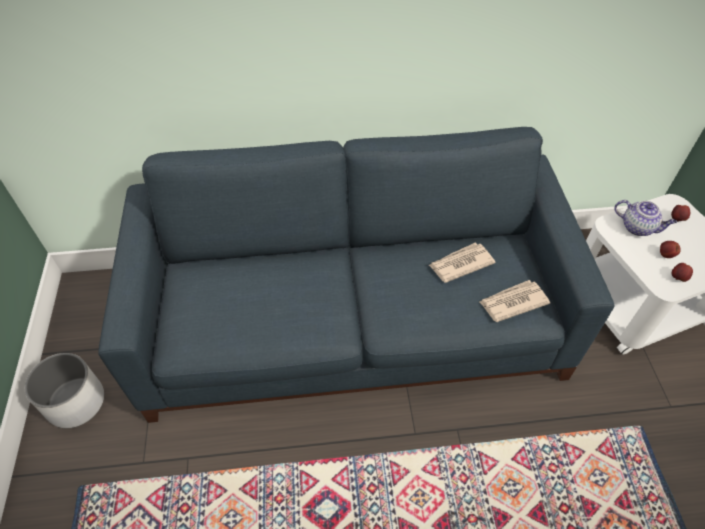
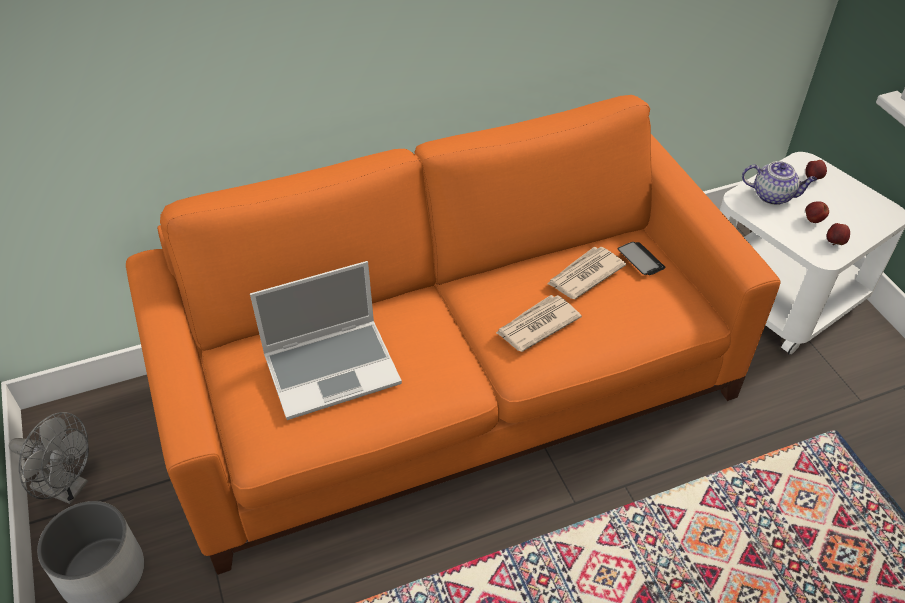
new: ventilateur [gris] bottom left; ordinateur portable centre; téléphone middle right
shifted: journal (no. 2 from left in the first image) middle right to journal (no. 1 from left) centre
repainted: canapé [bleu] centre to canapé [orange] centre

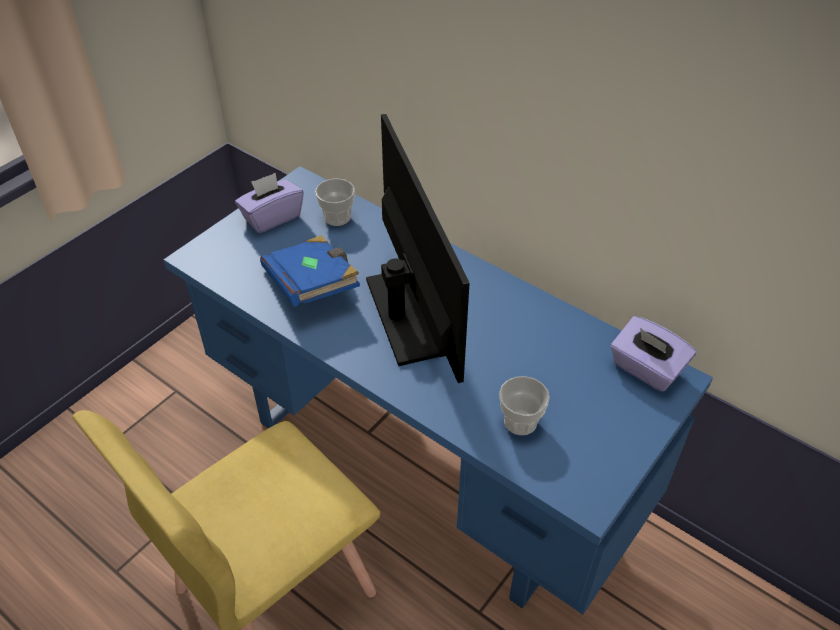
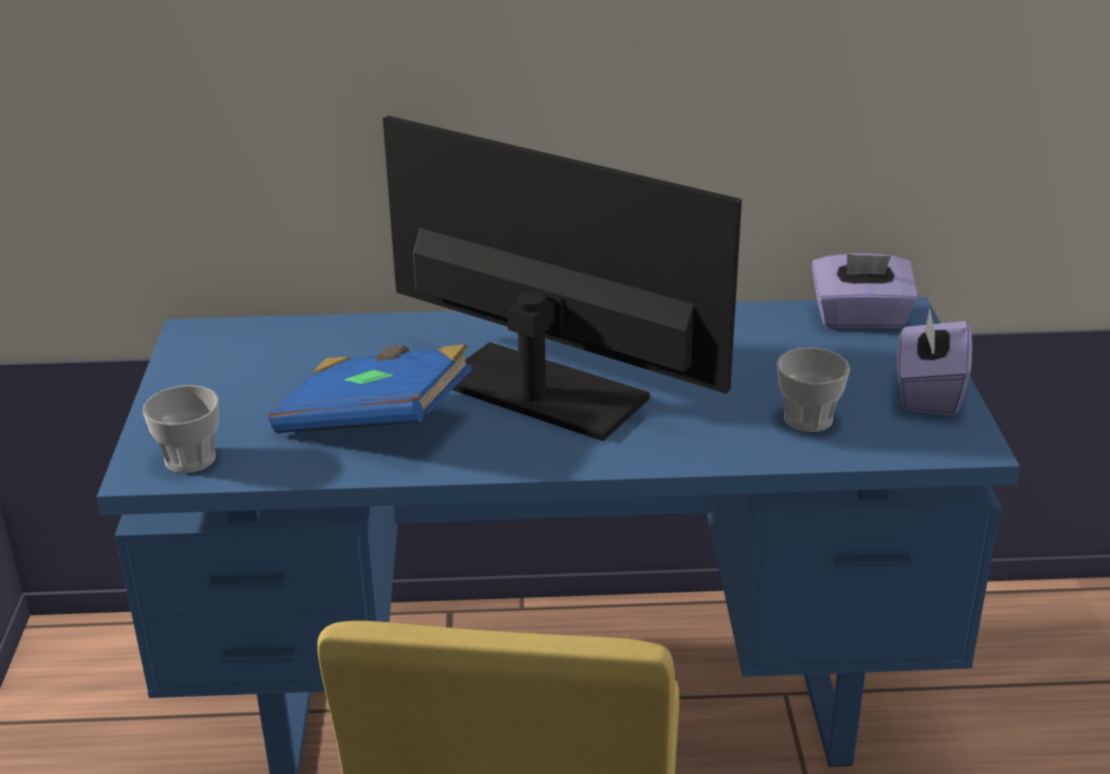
shifted: boîte à mouchoirs [violet] (no. 1 from left in the first image) top left to boîte à mouchoirs [violet] (no. 2 from left) middle right; tasse (no. 1 from left) top centre to middle left

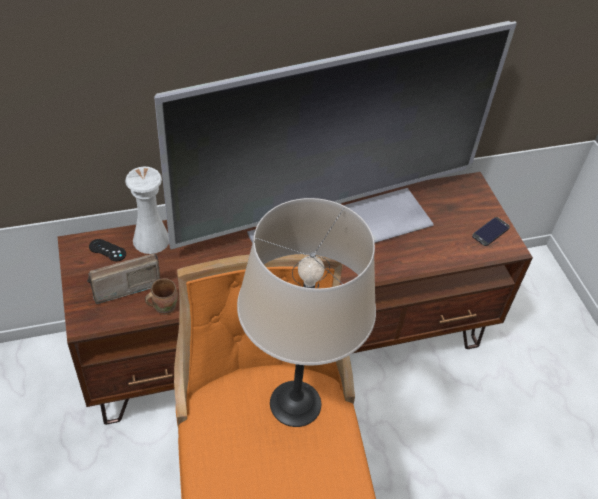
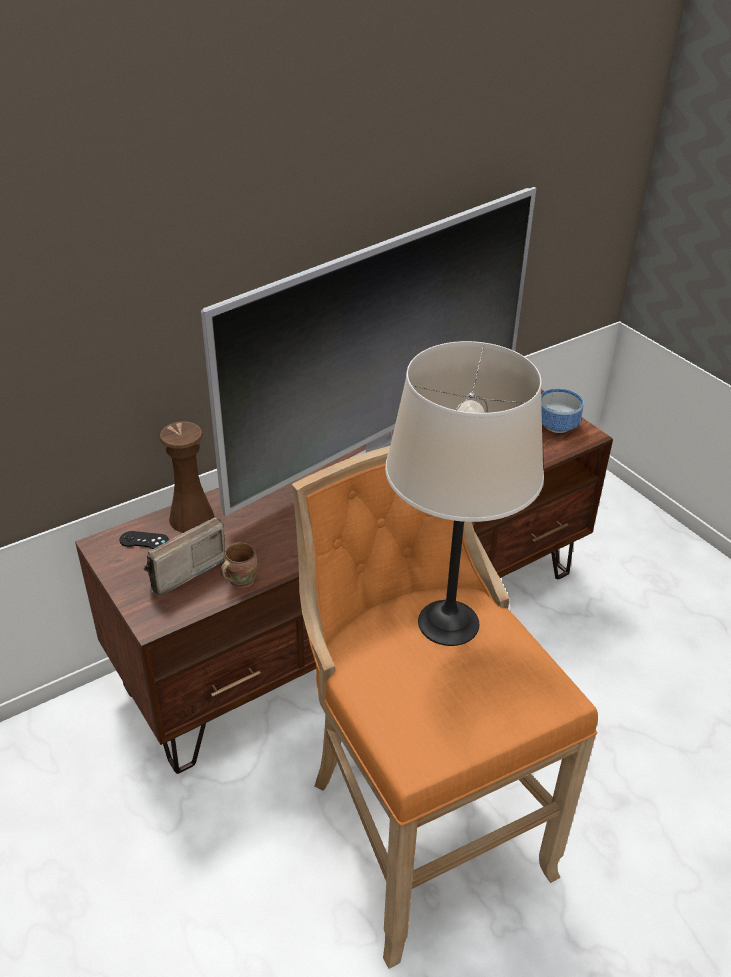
swapped: téléphone middle right to bol middle right
repainted: vase [blanc] middle left to vase [marron] middle left

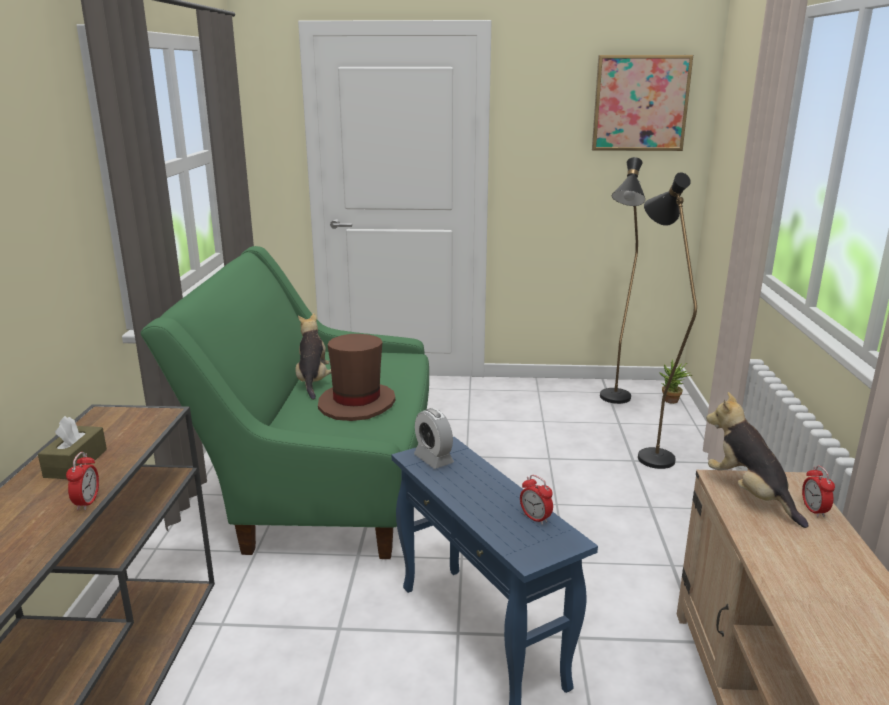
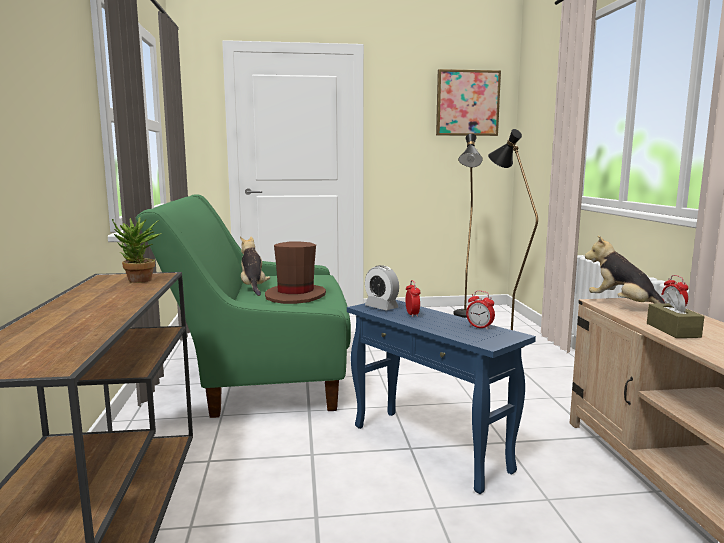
shifted: boîte à mouchoirs [marron] middle left to middle right; réveil (no. 1 from left in the first image) bottom left to réveil (no. 2 from left) centre; plante en pot middle right to middle left

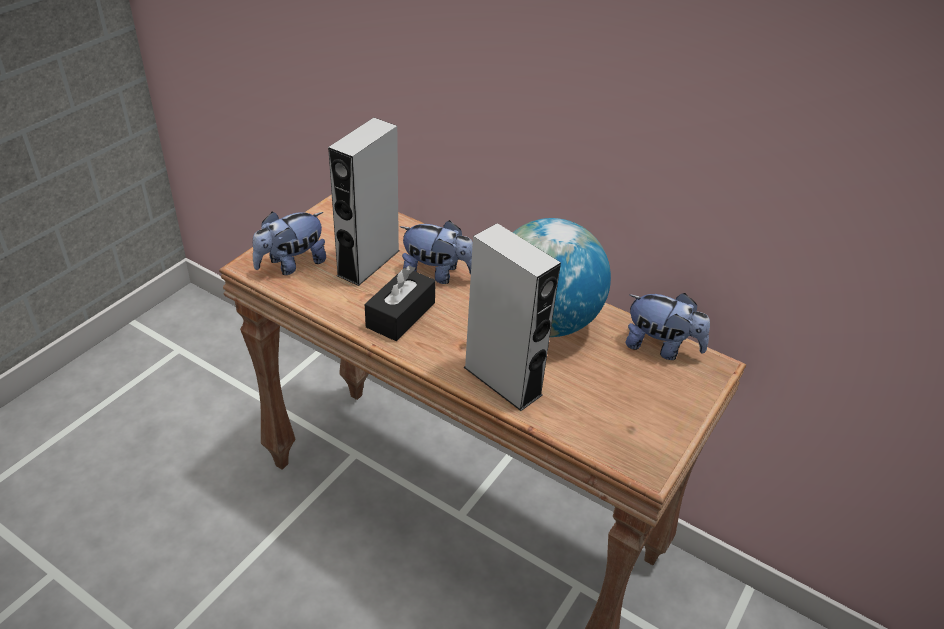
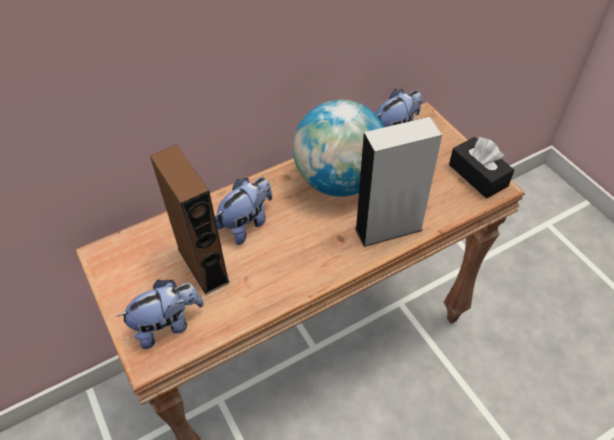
shifted: boîte à mouchoirs [noir] centre to middle right
repainted: enceinte [gris] (no. 1 from left) top centre to enceinte [marron] middle left
rotated: peluche (no. 1 from left) middle left = bottom left 105 degrees counterclockwise

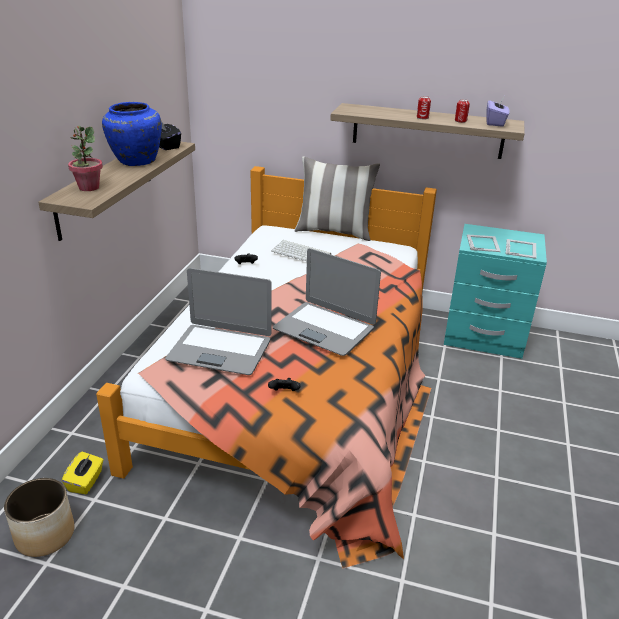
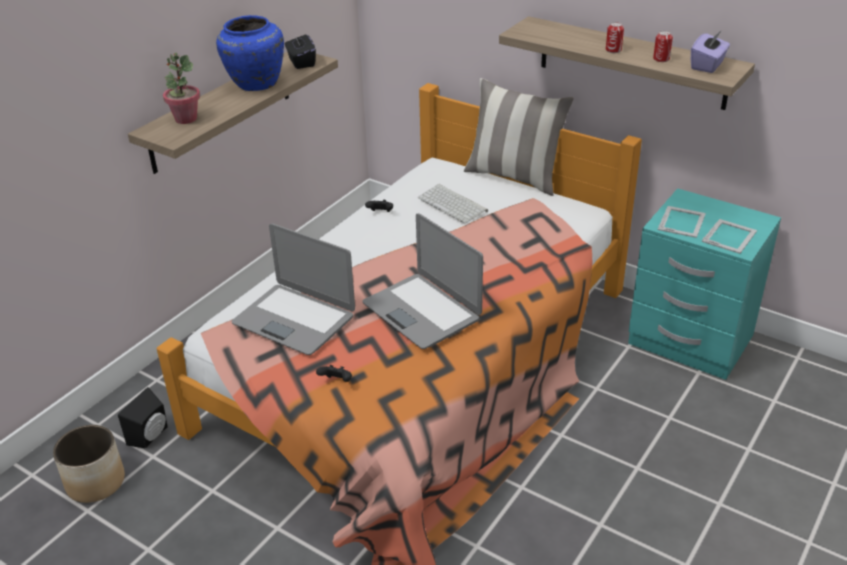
swapped: boîte à mouchoirs [jaune] bottom left to enceinte [noir] bottom left

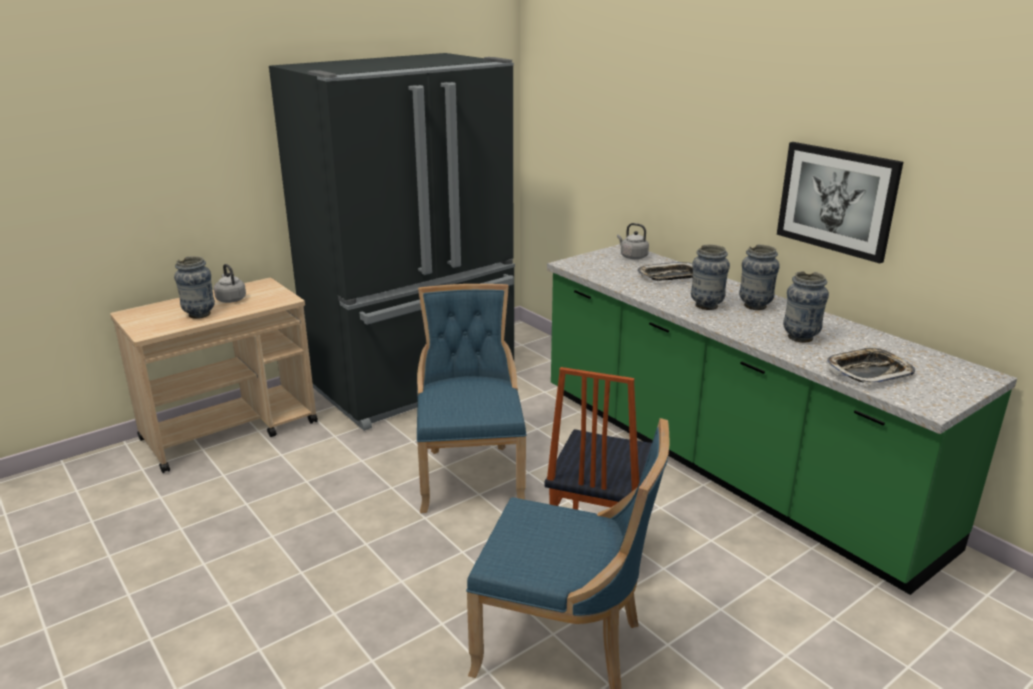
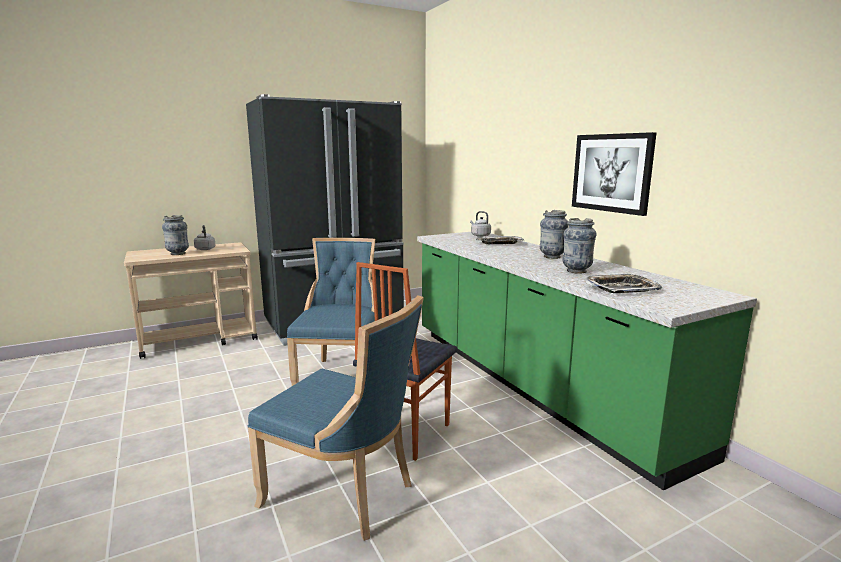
gone: vase (no. 2 from left) middle right

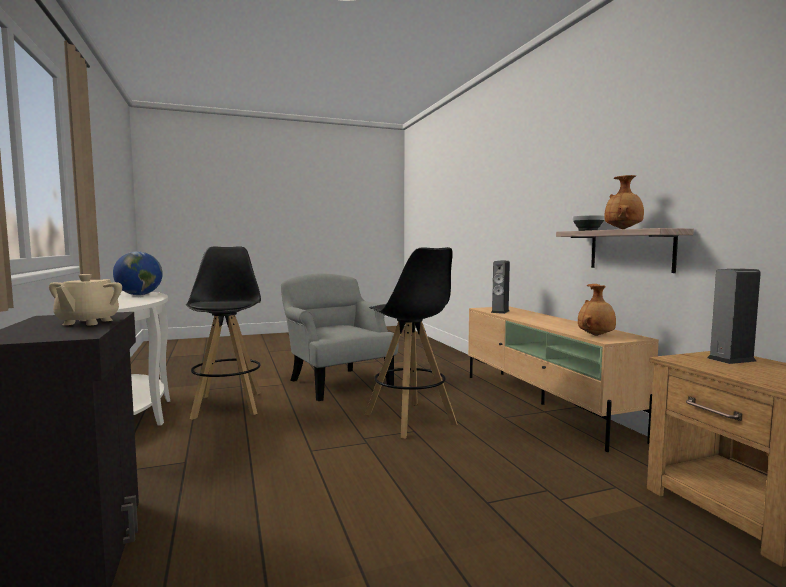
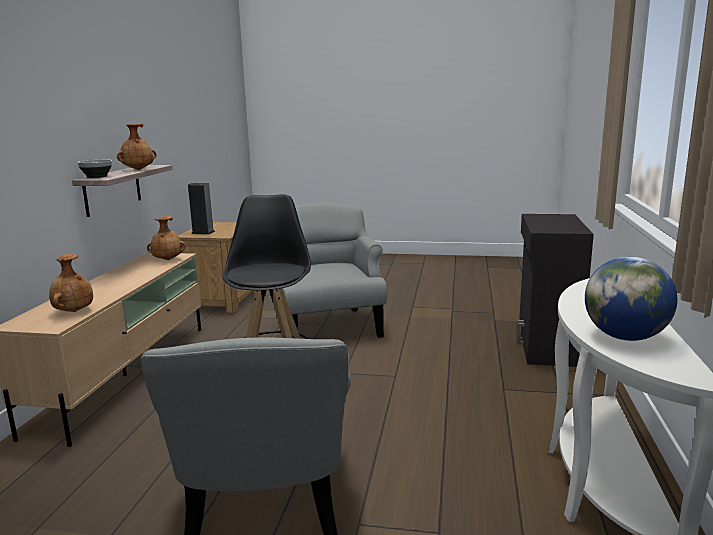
gone: théière [beige] middle left; tabouret [noir] (no. 1 from left) middle left
new: fauteuil [gris] (no. 2 from left) centre
swapped: enceinte (no. 1 from left) centre to vase [marron] (no. 1 from left) middle left

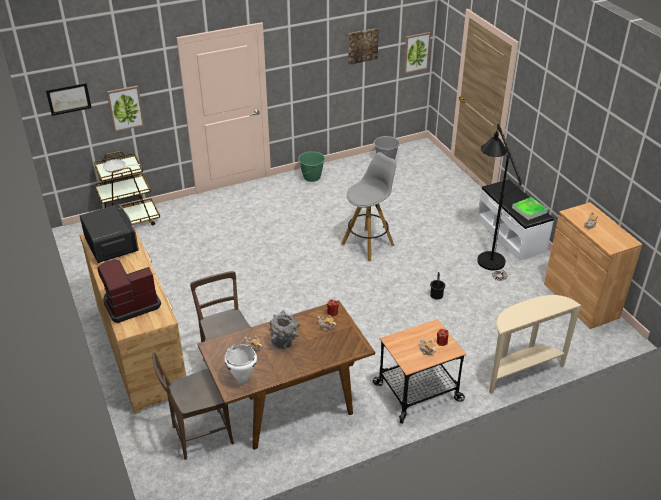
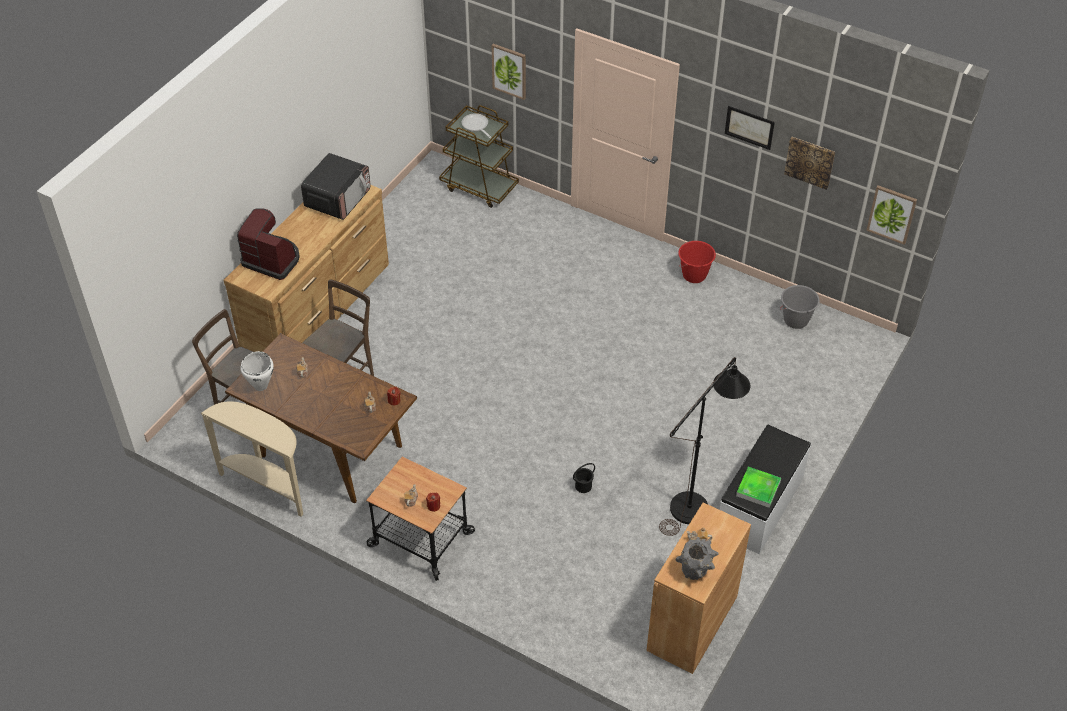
gone: tabouret [gris] centre
shifted: tableau (no. 1 from left in the first image) top left to tableau (no. 2 from left) top right; vase [gris] centre to bottom centre; table console [beige] bottom right to middle left
repainted: seau [vert] top centre to seau [rouge] centre

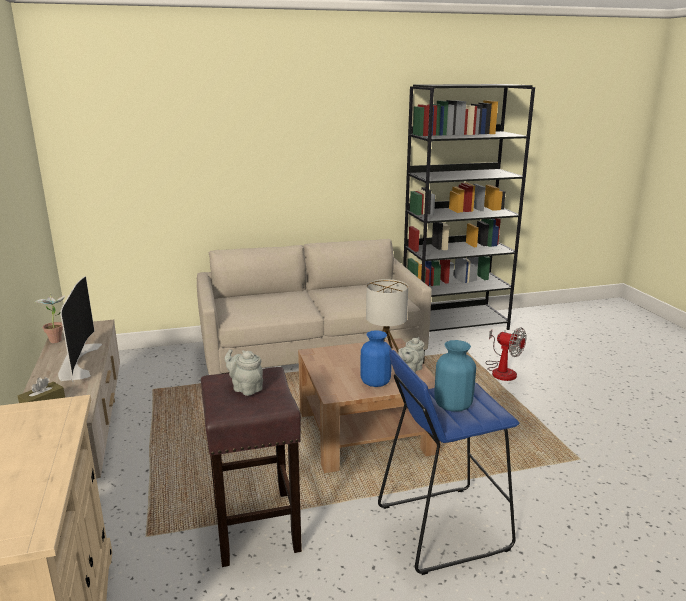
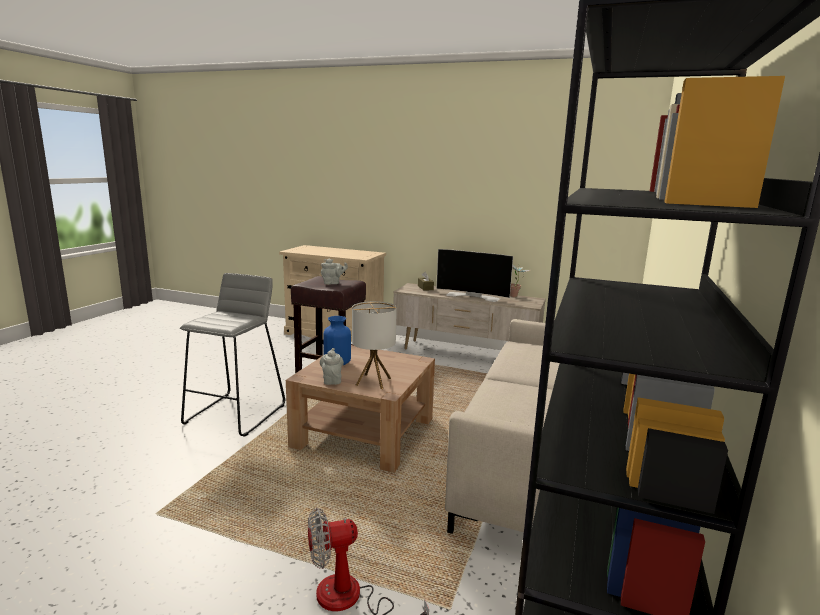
gone: vase [bleu] (no. 2 from left) centre
repainted: tabouret [bleu] bottom centre to tabouret [gris] middle left

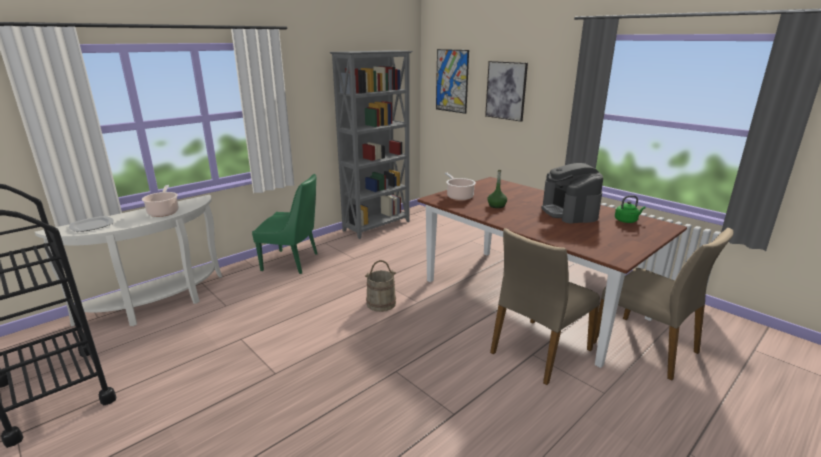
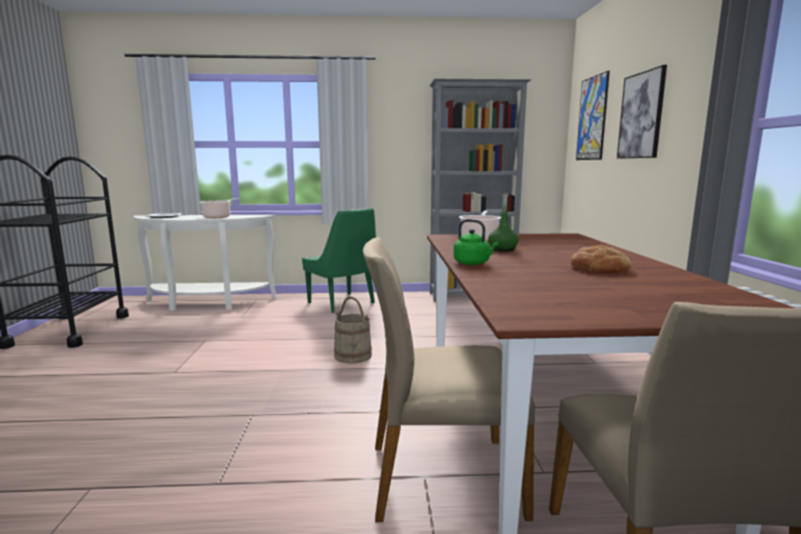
shifted: bouilloire [vert] middle right to centre
swapped: machine à café middle right to pain middle right

